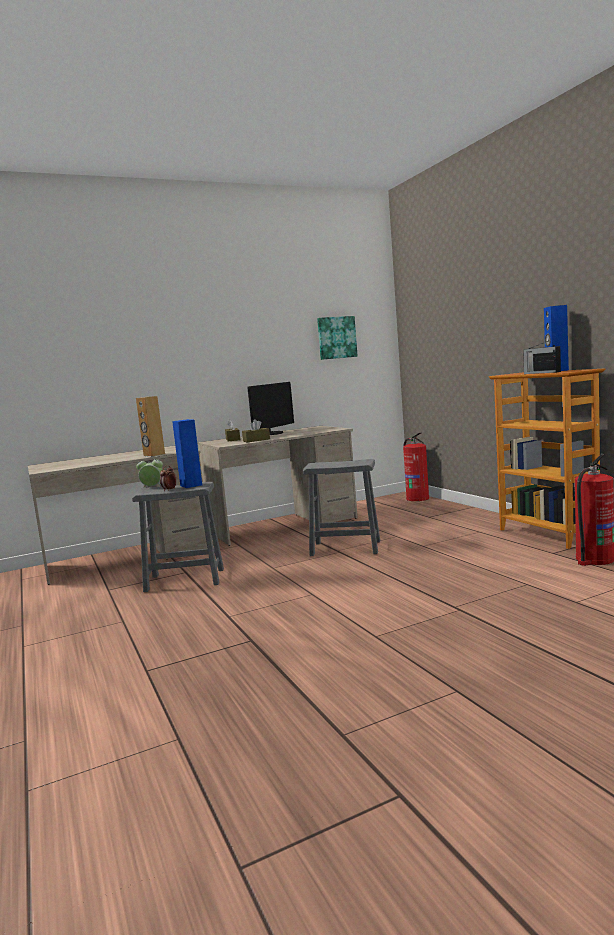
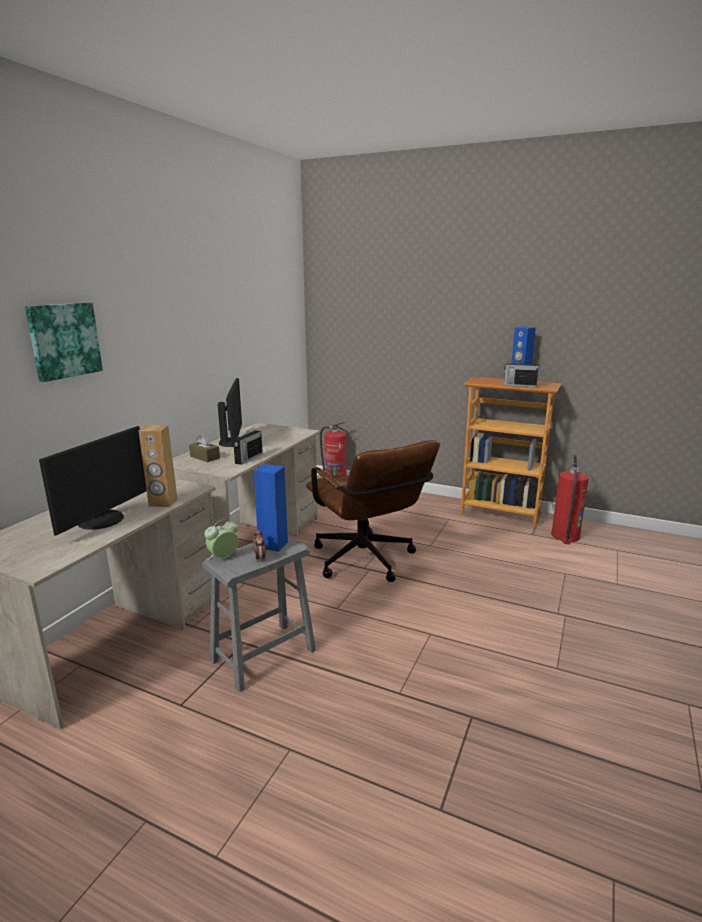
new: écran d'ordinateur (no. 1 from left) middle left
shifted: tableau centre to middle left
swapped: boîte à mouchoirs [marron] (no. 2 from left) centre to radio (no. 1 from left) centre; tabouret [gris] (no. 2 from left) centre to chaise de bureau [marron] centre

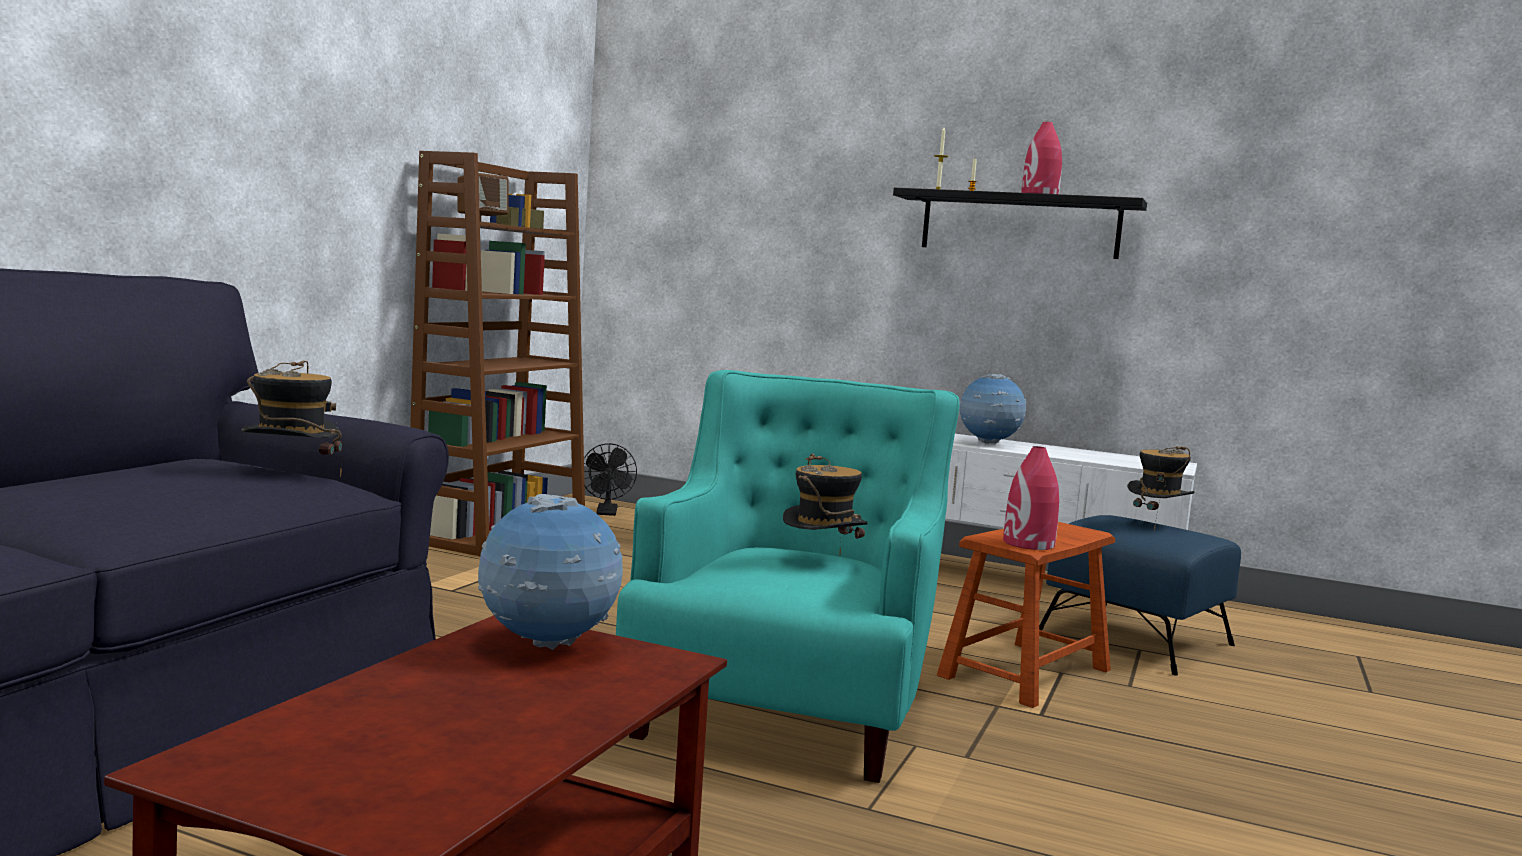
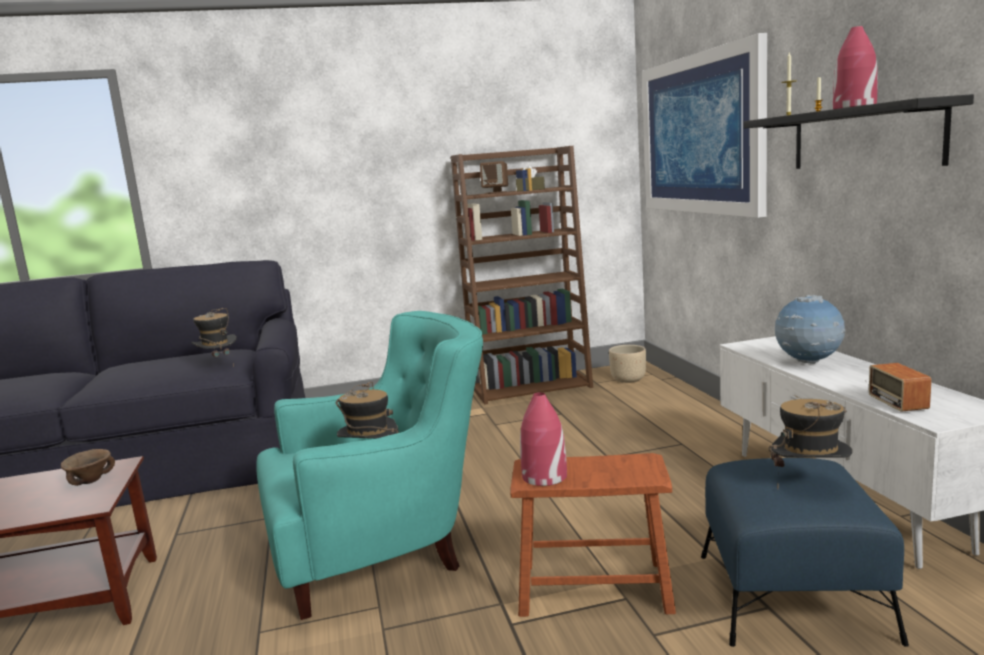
new: tableau top right; radio middle right
swapped: globe (no. 1 from left) bottom centre to bol [marron] bottom left; ventilateur [noir] centre to cache-pot [beige] centre

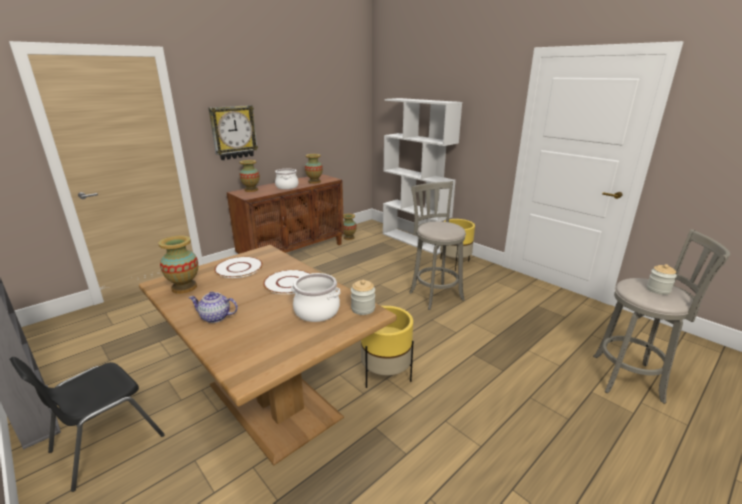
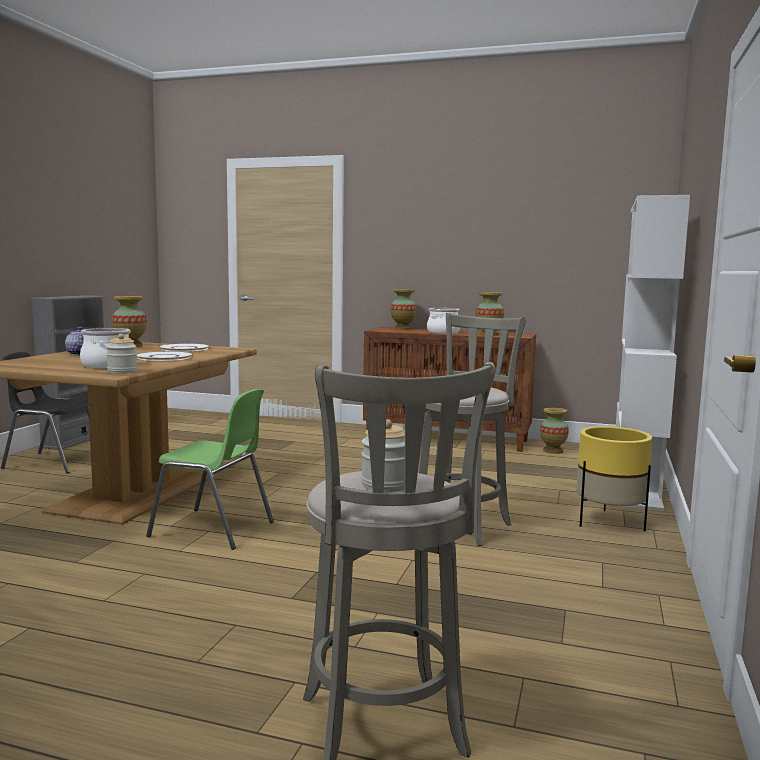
gone: horloge murale top left
swapped: cache-pot [jaune] (no. 1 from left) bottom centre to chaise [vert] middle left

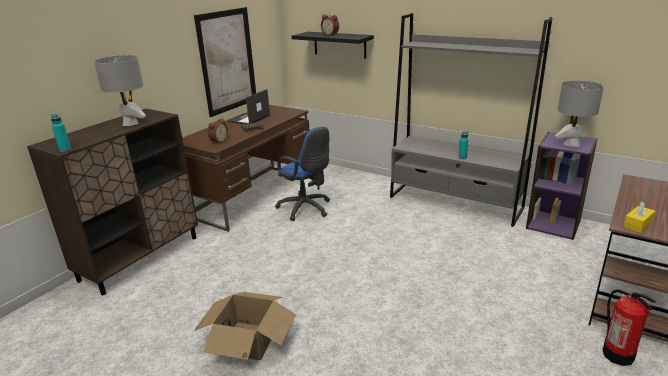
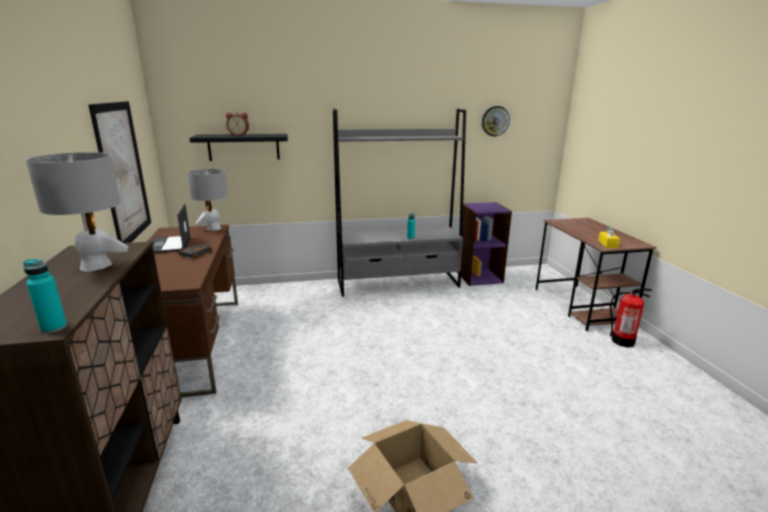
gone: réveil (no. 1 from left) middle left; chaise de bureau [bleu] centre
new: horloge murale top centre
shifted: lampe de table [gris] (no. 2 from left) top right to middle left

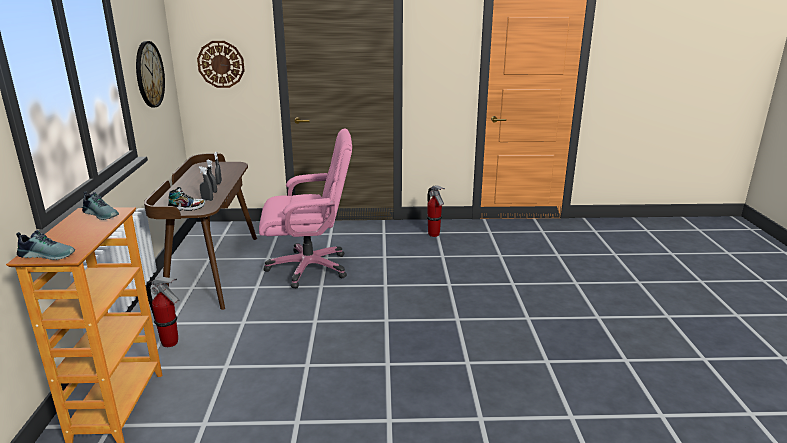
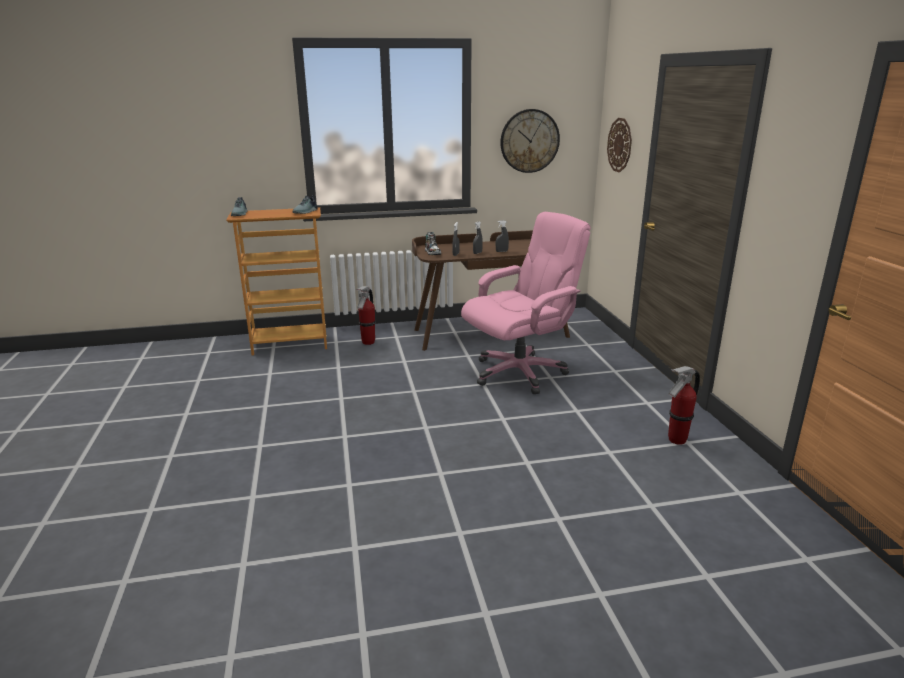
rotated: chaise de bureau [rose] centre = centre 105 degrees counterclockwise

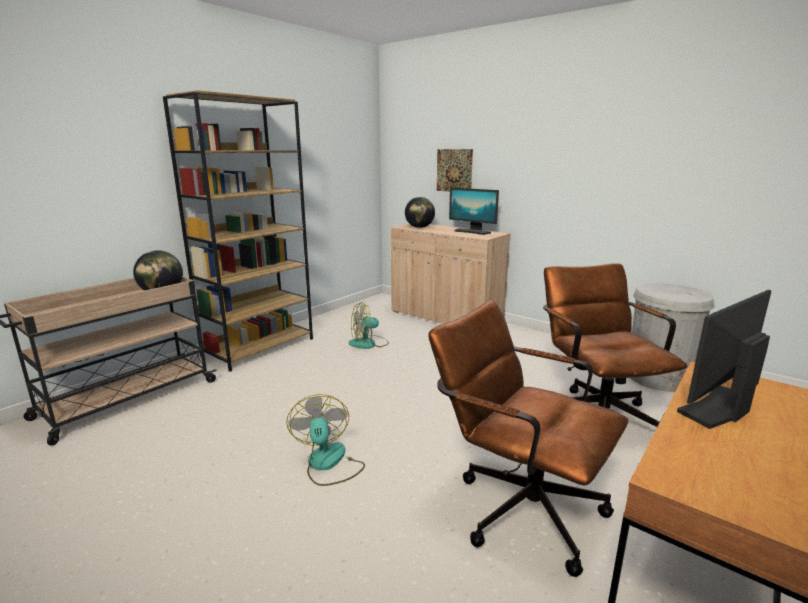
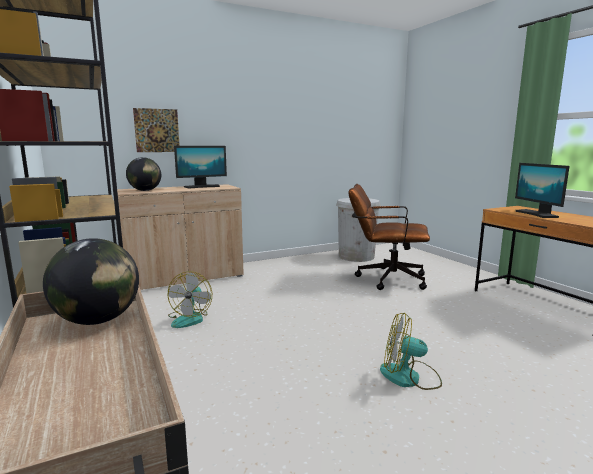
gone: chaise de bureau [marron] (no. 1 from left) bottom centre

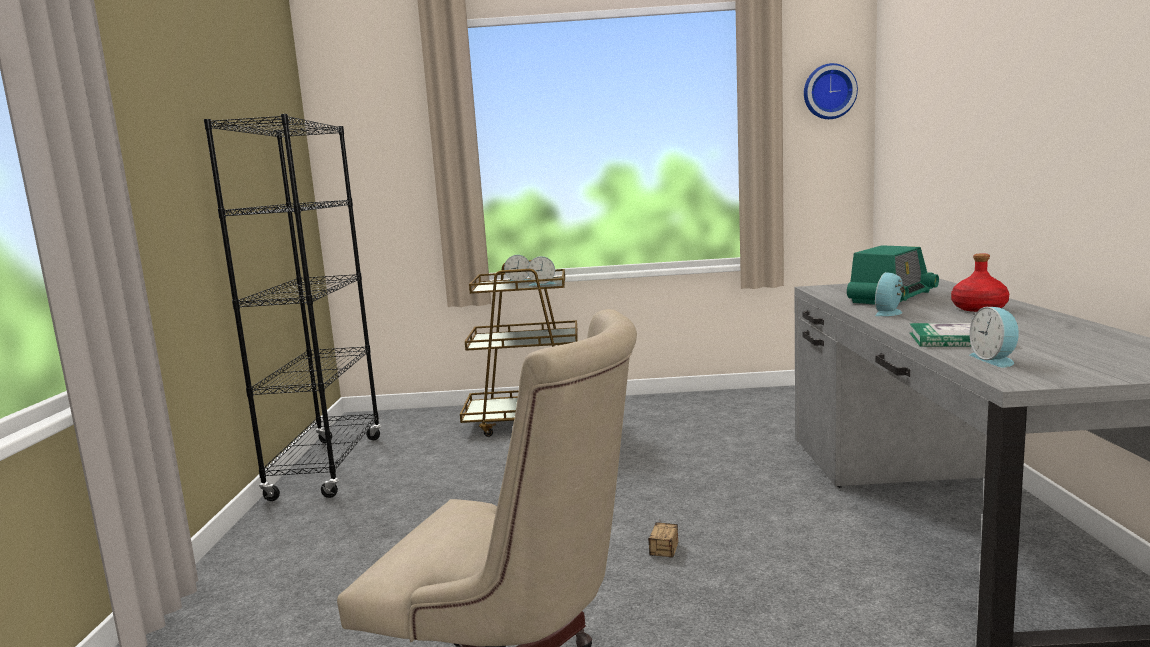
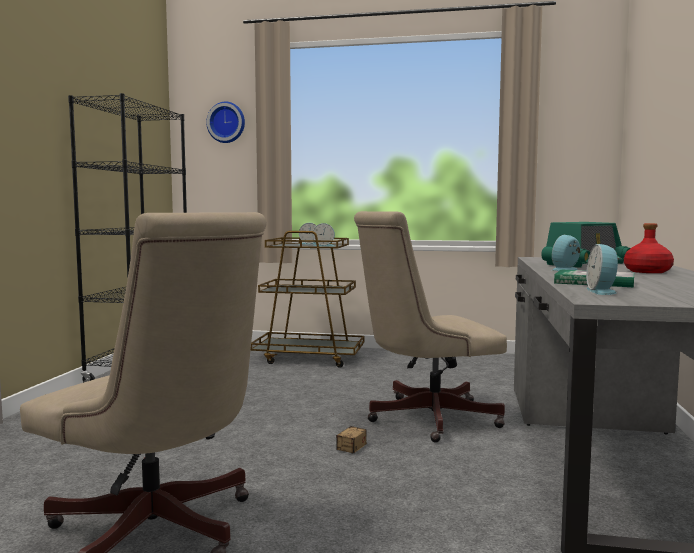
new: chaise de bureau [beige] (no. 2 from left) centre
shifted: horloge murale top right to top left

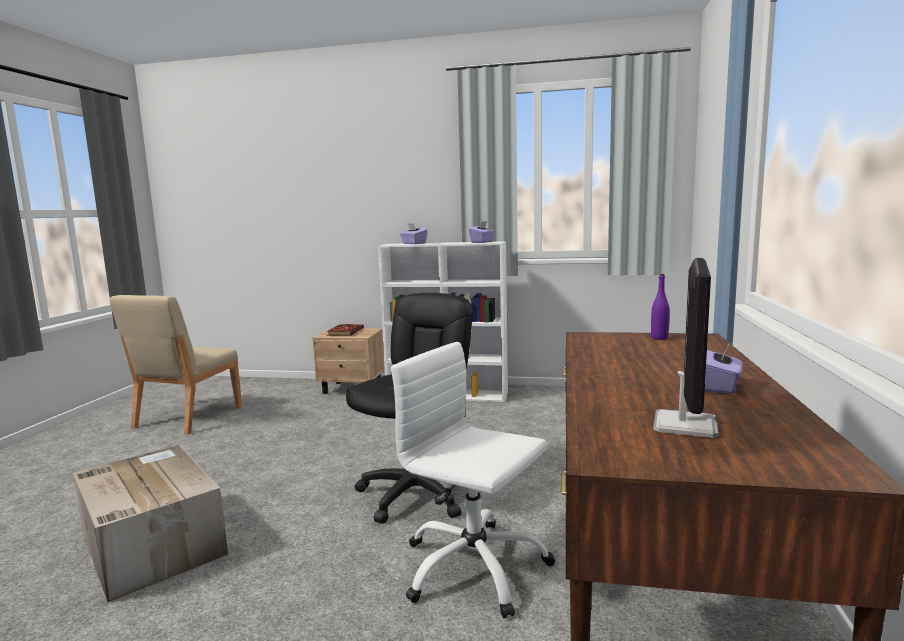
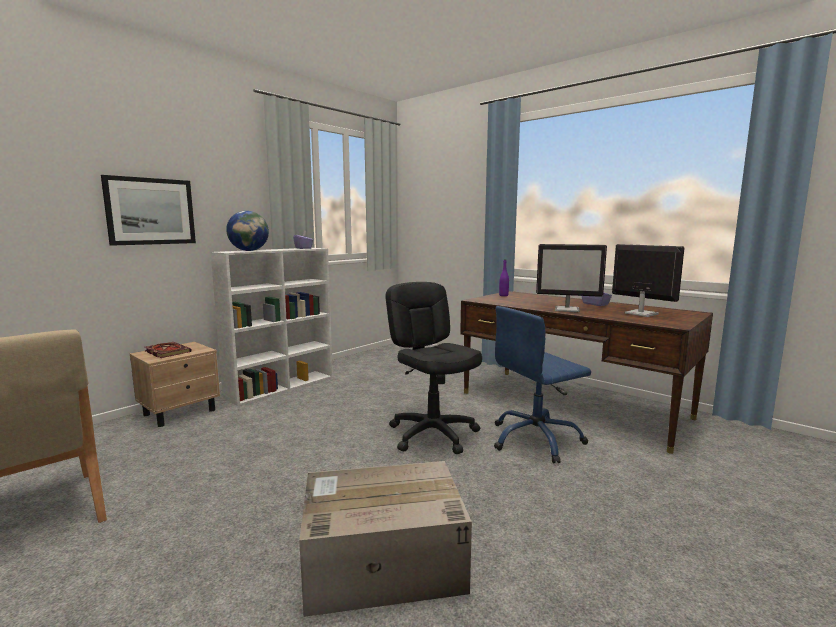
new: tableau middle left; écran d'ordinateur (no. 1 from left) middle right
swapped: boîte à mouchoirs [violet] (no. 1 from left) centre to globe middle left
repainted: chaise de bureau [blanc] bottom centre to chaise de bureau [bleu] centre

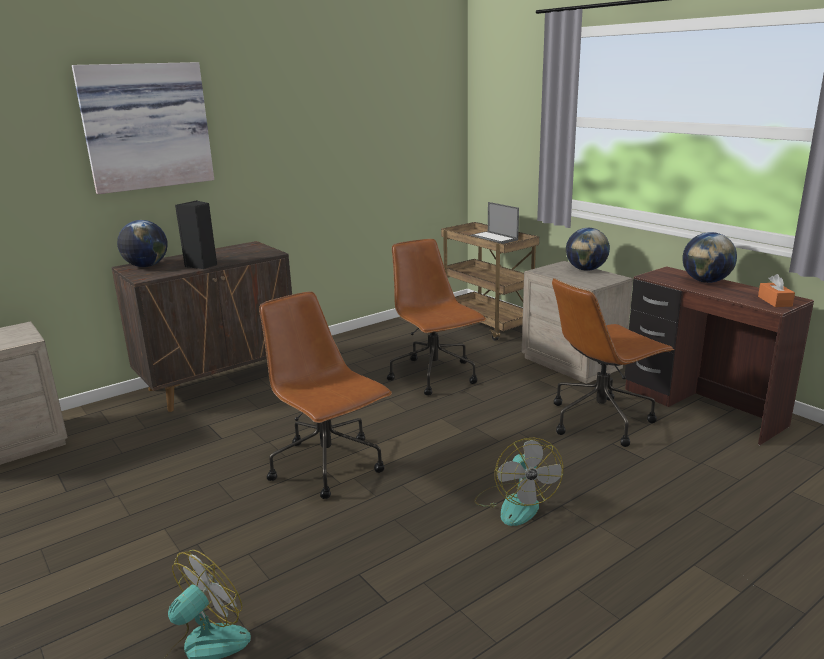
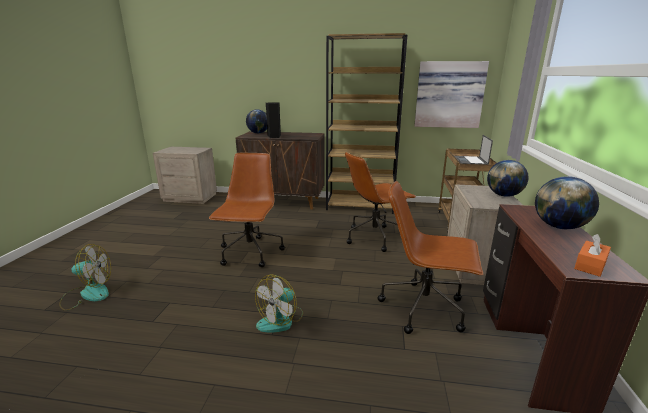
new: bibliothèque [marron] top centre
shifted: tableau top left to top right
rotated: chaise de bureau [marron] (no. 2 from left) centre = centre 135 degrees counterclockwise

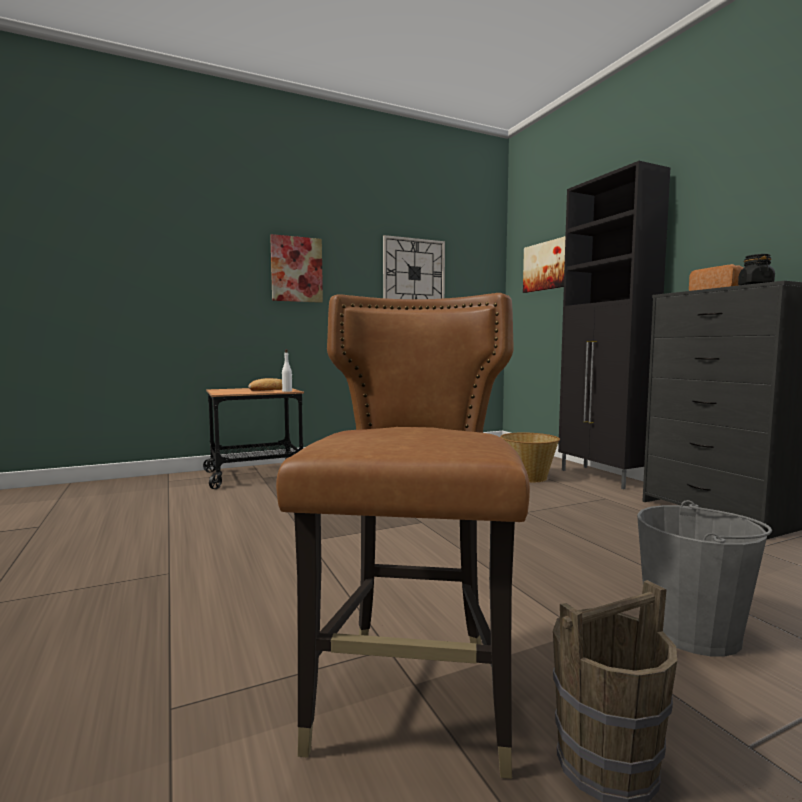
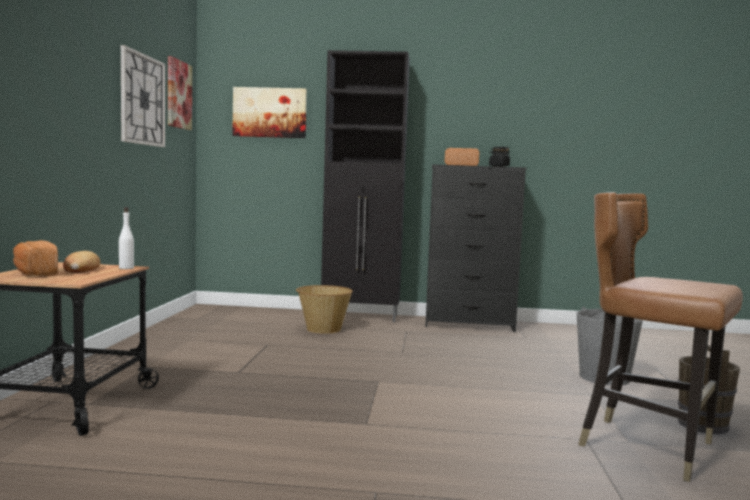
new: pain (no. 1 from left) middle left
shifted: tableau (no. 1 from left) centre to top left

